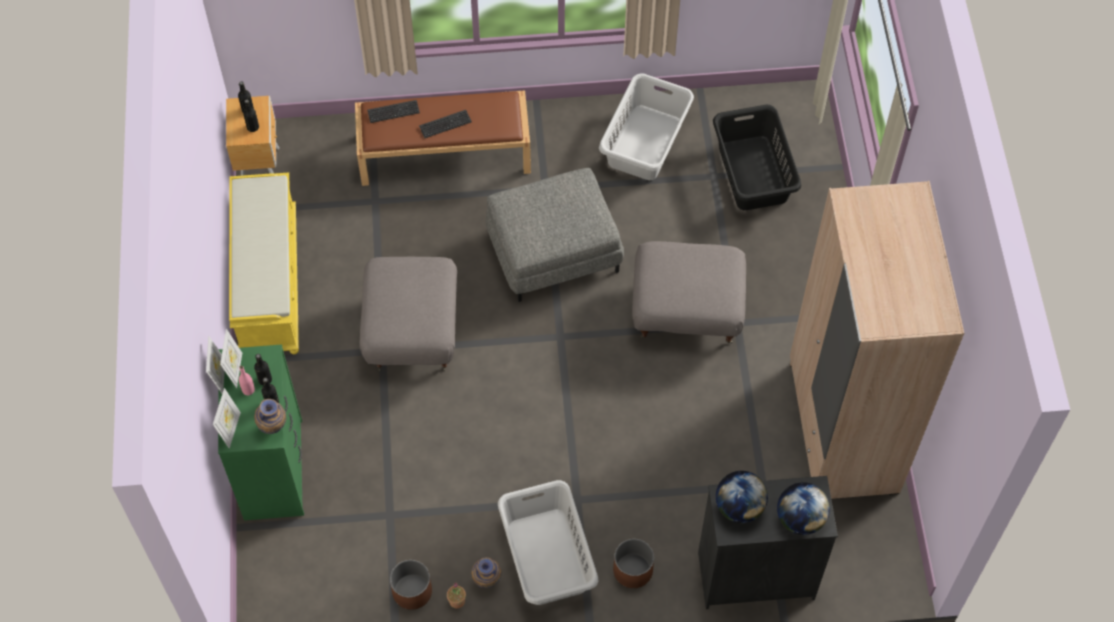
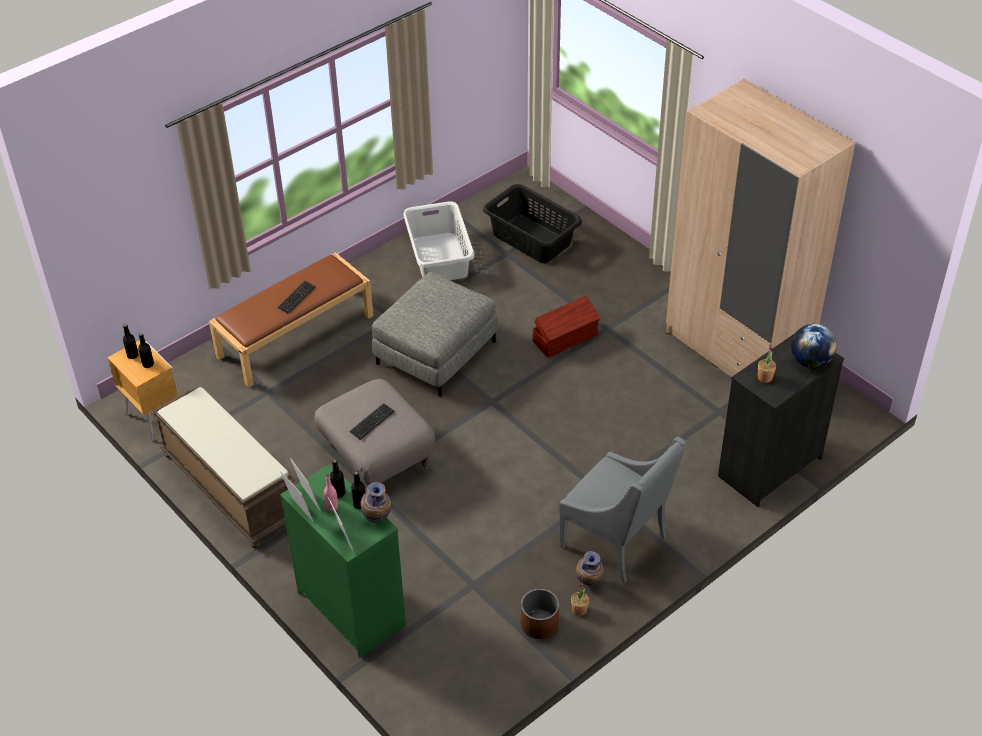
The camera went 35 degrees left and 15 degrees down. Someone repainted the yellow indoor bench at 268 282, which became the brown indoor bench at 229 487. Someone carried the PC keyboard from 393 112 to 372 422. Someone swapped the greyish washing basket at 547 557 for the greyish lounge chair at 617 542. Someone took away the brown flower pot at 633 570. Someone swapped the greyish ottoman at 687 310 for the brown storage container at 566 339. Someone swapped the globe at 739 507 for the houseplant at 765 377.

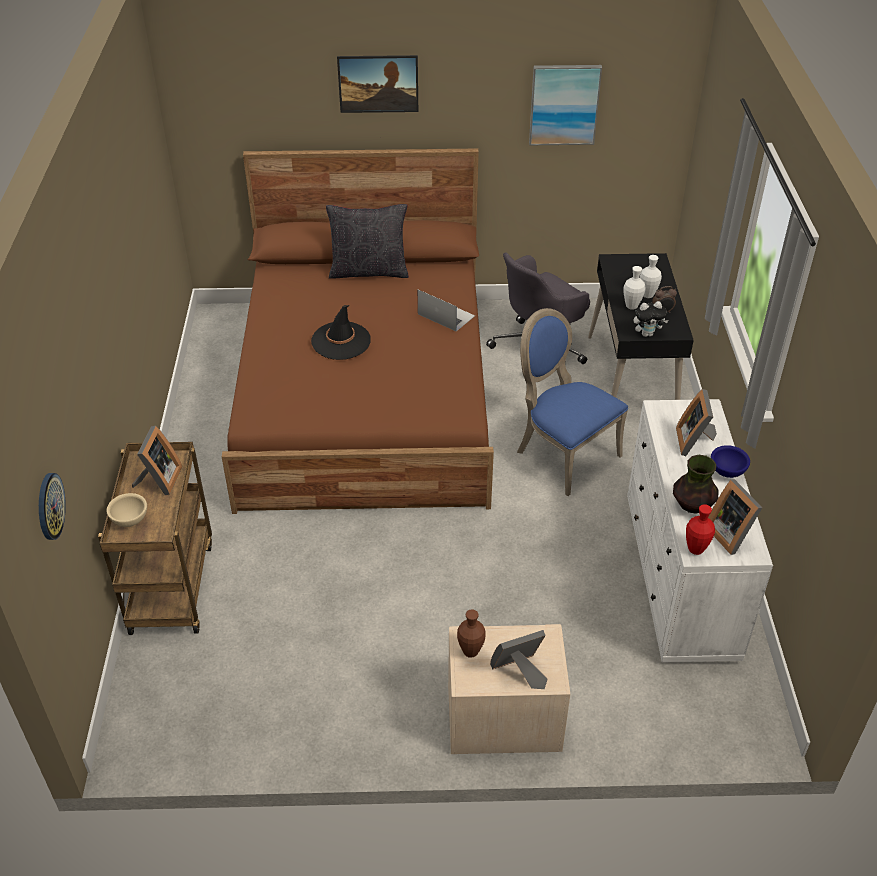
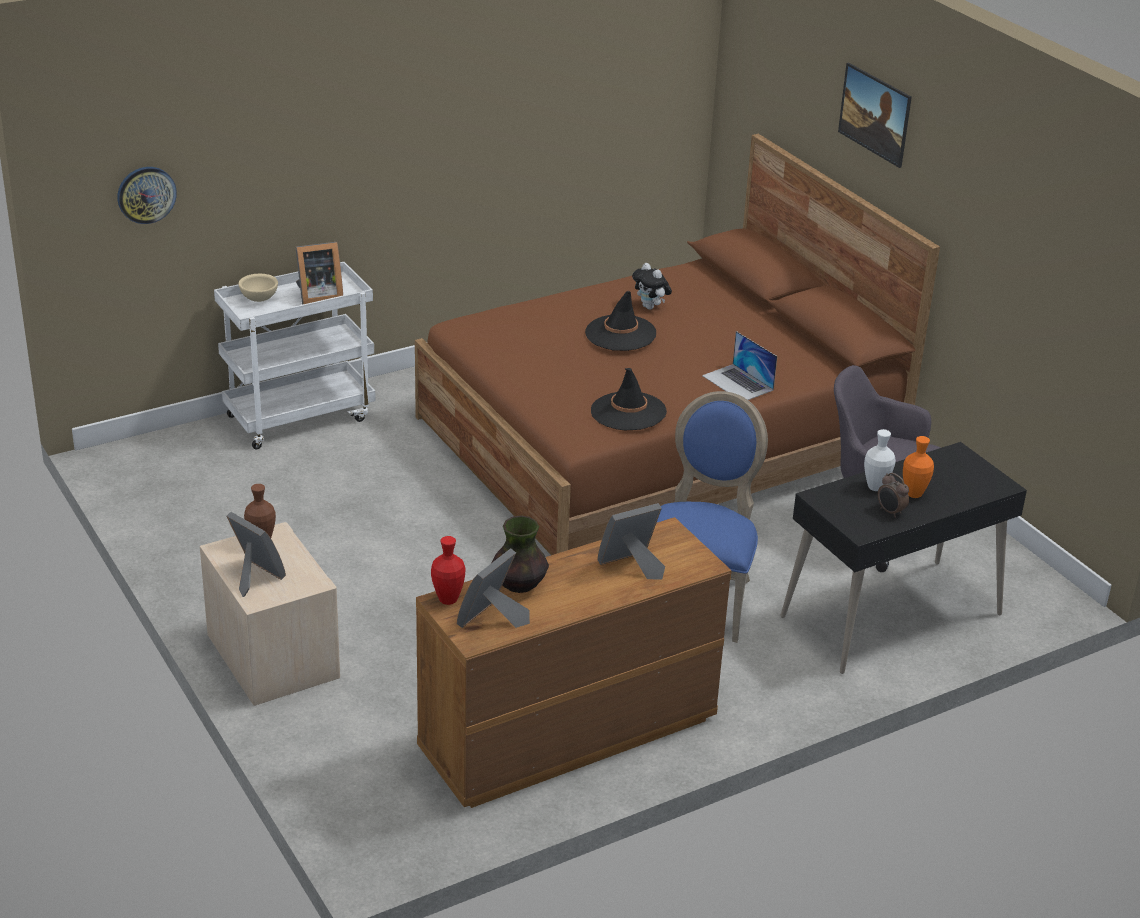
The camera went 60 degrees right and 10 degrees down. Someone repainted the brown wheeled cart at 171 585, which became the white wheeled cart at 300 416. Someone took away the blackish cushion at 369 271. Someone rotated the notebook computer at 446 315 by 135 degrees clockwise. Someone took away the wall picture at 564 104. Someone repainted the white chest of drawers at 680 577, which became the brown chest of drawers at 566 735. Someone carried the cuddly toy from 647 334 to 650 307. Someone repainted the white vase at 647 295, which became the orange-coloured vase at 914 494. Someone took away the bluish deep dish at 726 471. Someone put down the blackish hat at 628 412.

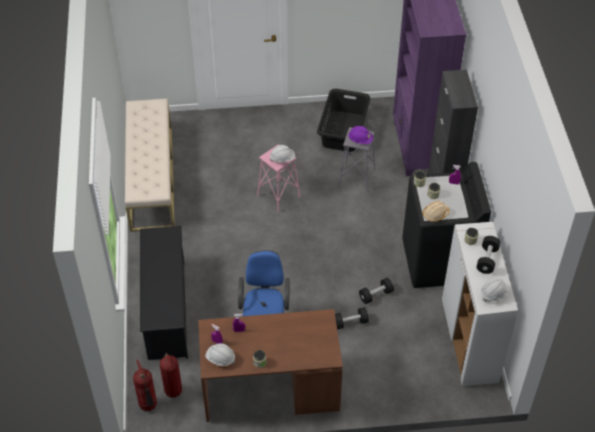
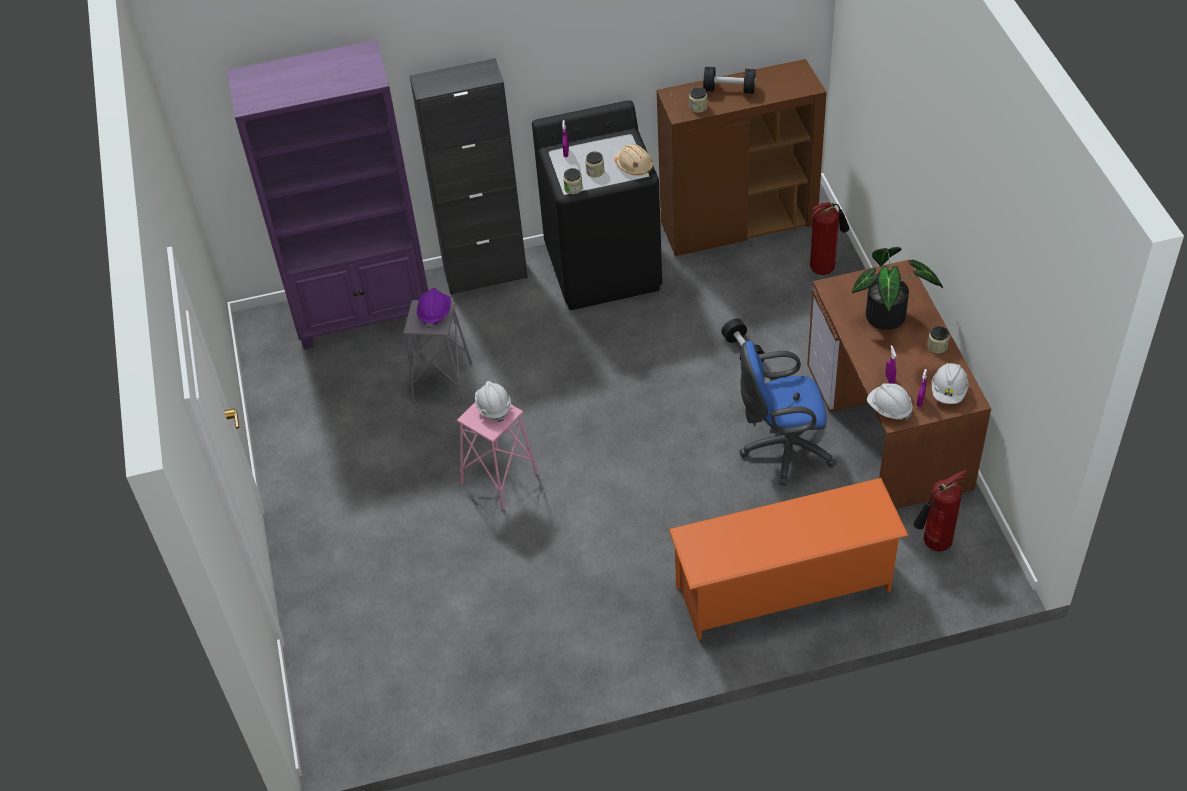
The camera went 95 degrees left and 0 degrees up. Someone took away the beige indoor bench at 151 177. Someone carried the fire extinguisher from 149 407 to 824 267. Someone repainted the blackish shoe shelf at 166 310, which became the orange-coloured shoe shelf at 784 588. Someone took away the blackish washing basket at 343 131. Someone took away the blackish free weight at 376 295. Someone repainted the white cupboard at 469 341, which became the brown cupboard at 739 225. Someone carried the white hard hat from 493 294 to 889 409. Someone put down the houseplant at 890 318.

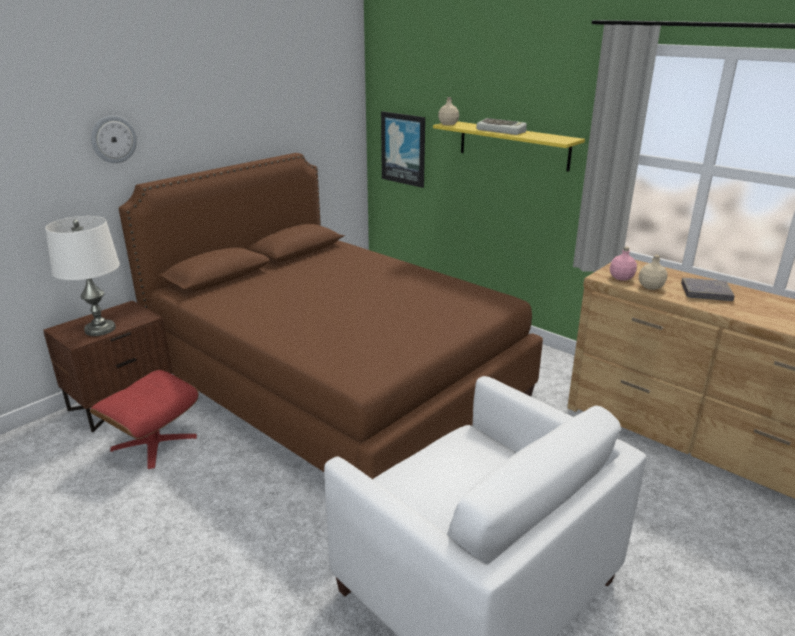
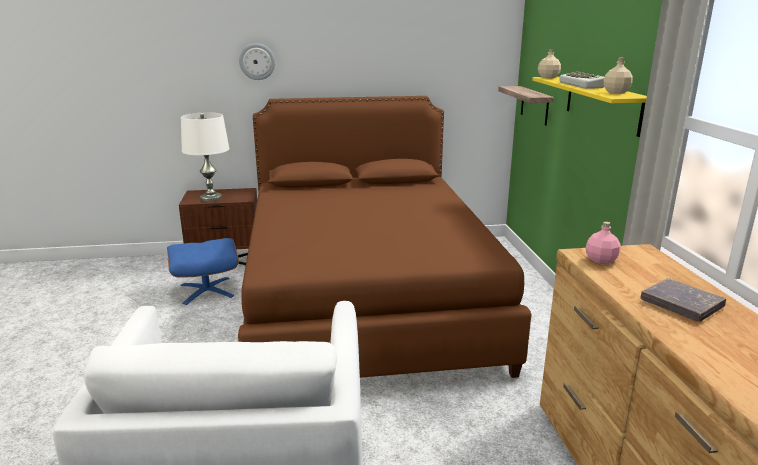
The camera went 40 degrees right and 5 degrees down. Someone repainted the red-coloured ottoman at 154 442, which became the bluish ottoman at 207 290. Someone swapped the wall picture at 403 149 for the shelf at 534 105. Someone carried the beige bottle from 650 286 to 616 92.

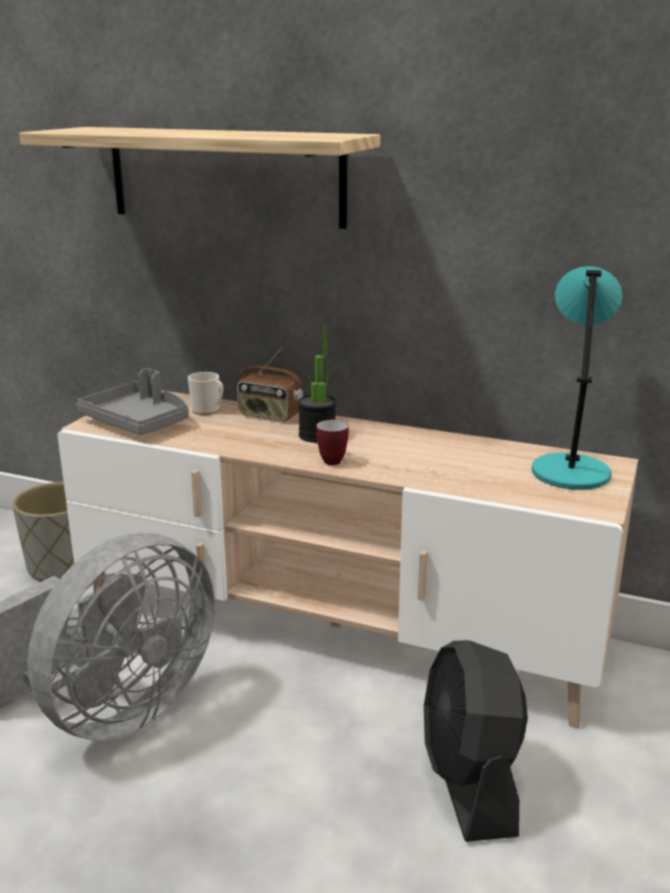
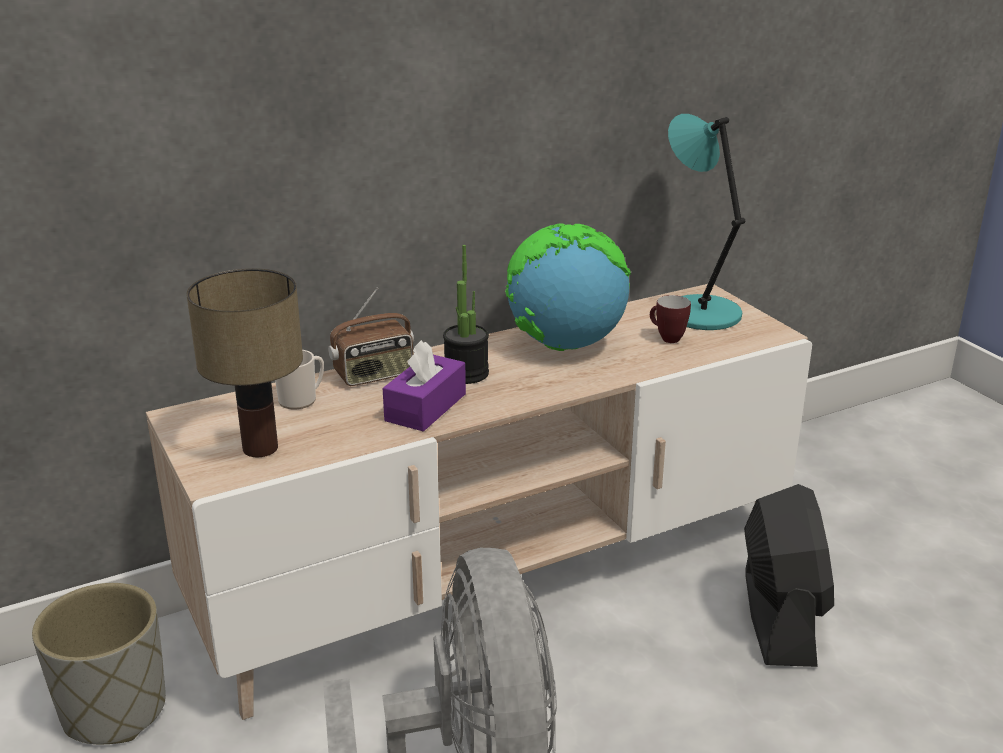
The camera went 50 degrees left and 5 degrees up. Someone took away the shelf at 225 176. Someone swapped the greyish tray at 138 422 for the lamp for a table at 262 447. Someone carried the coffee mug from 332 460 to 666 338. Someone rotated the blackish cooling fan at 470 782 by 120 degrees counterclockwise. Someone put down the purple-coloured tissue holder at 425 407. Someone put down the globe at 564 345.

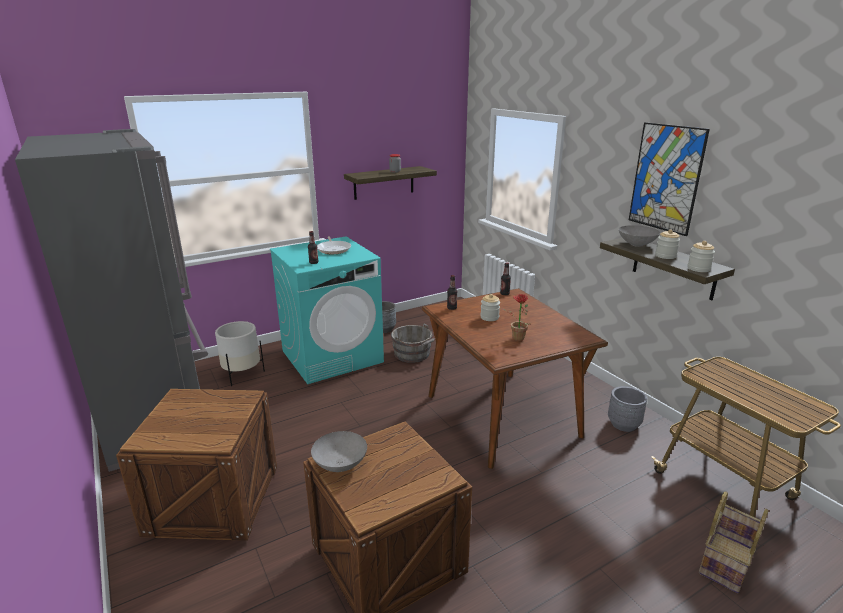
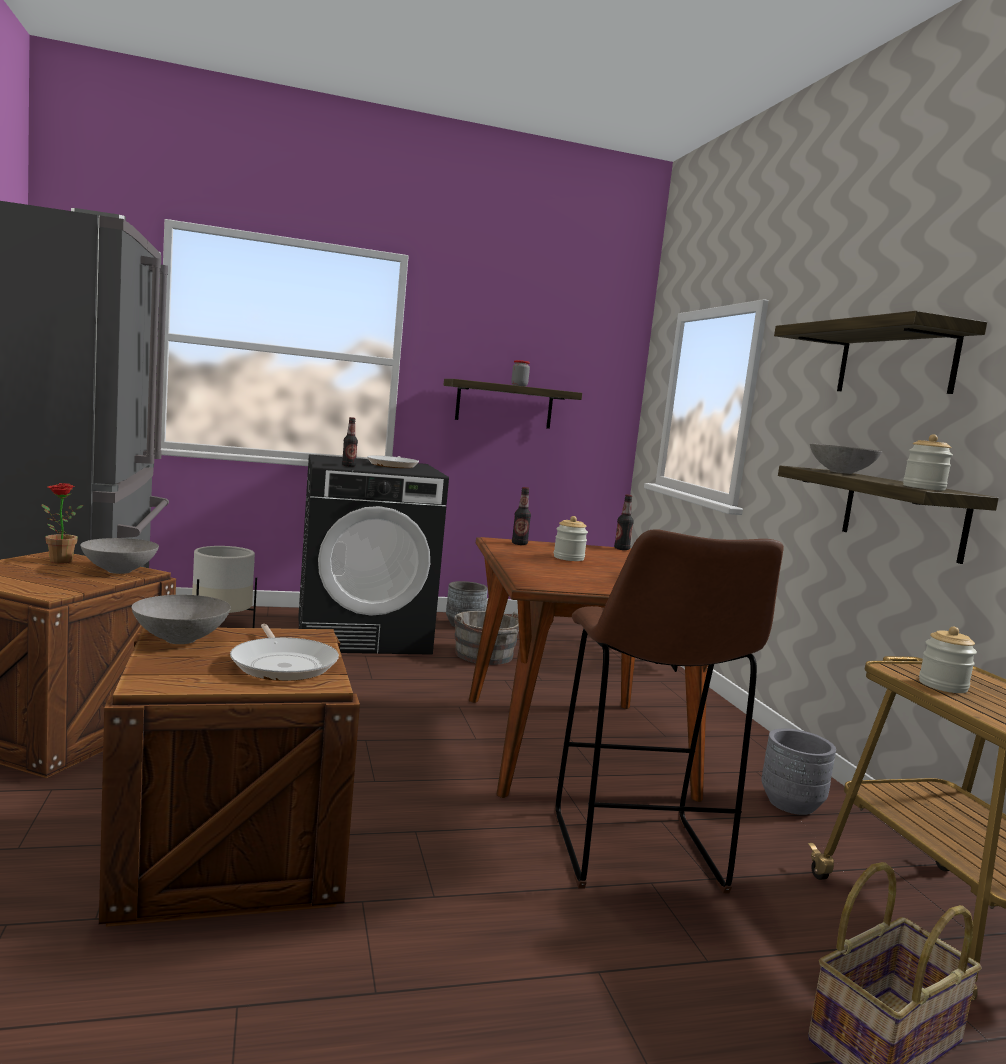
The camera went 15 degrees right and 15 degrees down. Someone repainted the blue-green laundry appliance at 332 356, which became the blackish laundry appliance at 363 635. Someone carried the houseplant from 515 338 to 57 560. Someone swapped the wall picture at 666 178 for the shelf at 895 360. Someone carried the jar from 665 256 to 943 686. Someone put down the greyish deep dish at 120 571. Someone put down the pan at 283 664. Someone put down the brown stool at 637 855.

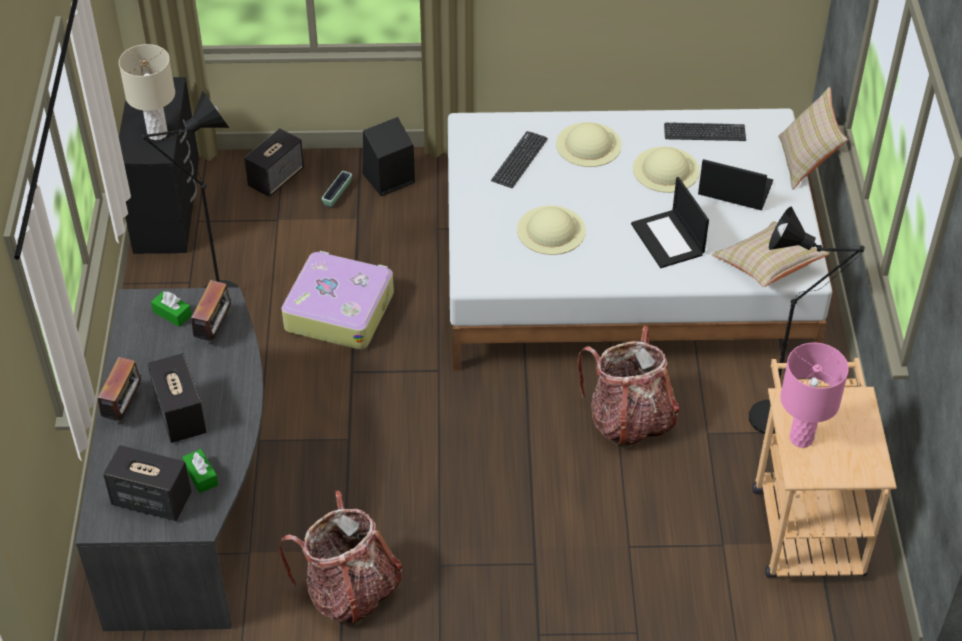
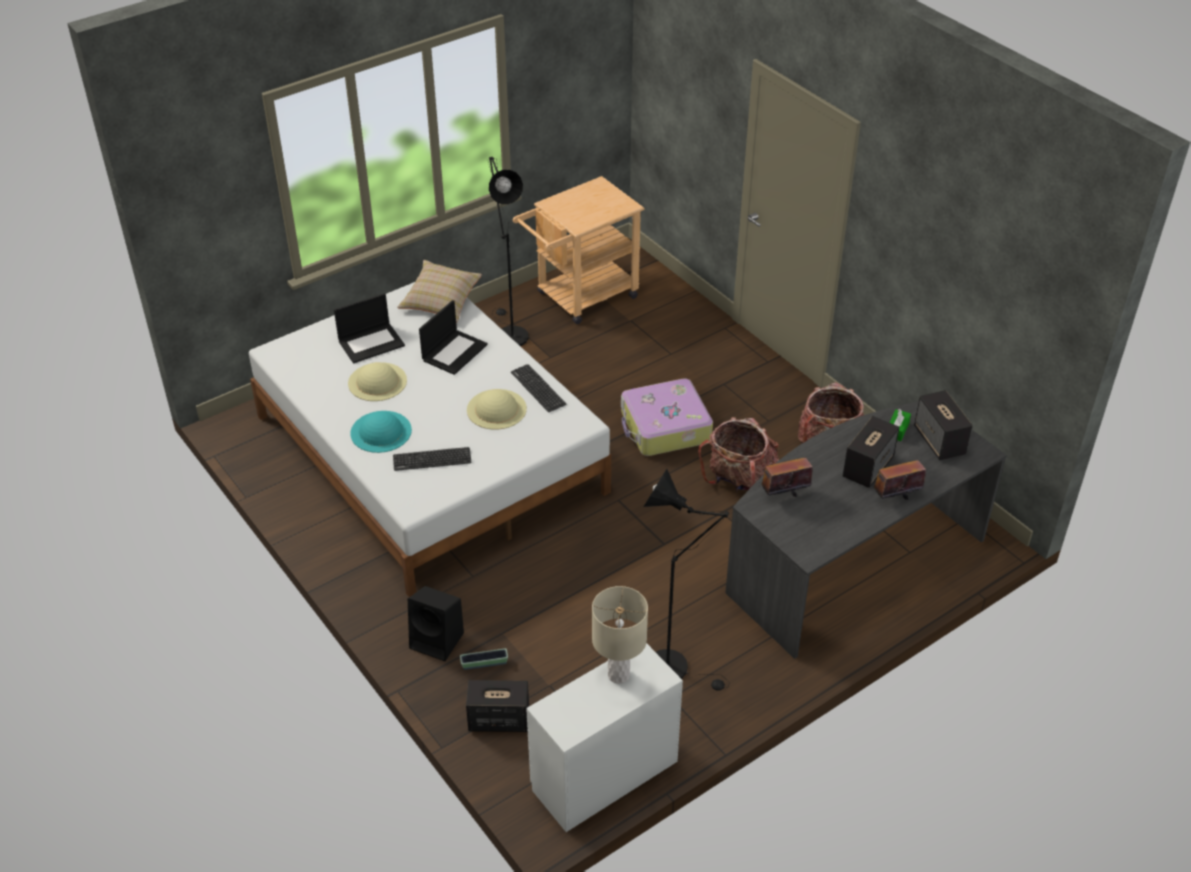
The camera went 125 degrees left and 5 degrees down. Someone repainted the blackish chest of drawers at 168 208, which became the white chest of drawers at 603 774. Someone took away the green tissue holder at 172 314. Someone carried the suitcase from 339 310 to 665 428. Someone repainted the beige hat at 588 144, which became the blue-green hat at 381 431. Someone carried the backpack from 629 420 to 740 483. Someone carried the PC keyboard from 704 132 to 538 388. Someone rotated the notebook computer at 734 189 by 105 degrees counterclockwise. Someone took away the beige cushion at 806 162. Someone took away the pink-coloured lamp for a table at 801 438.

